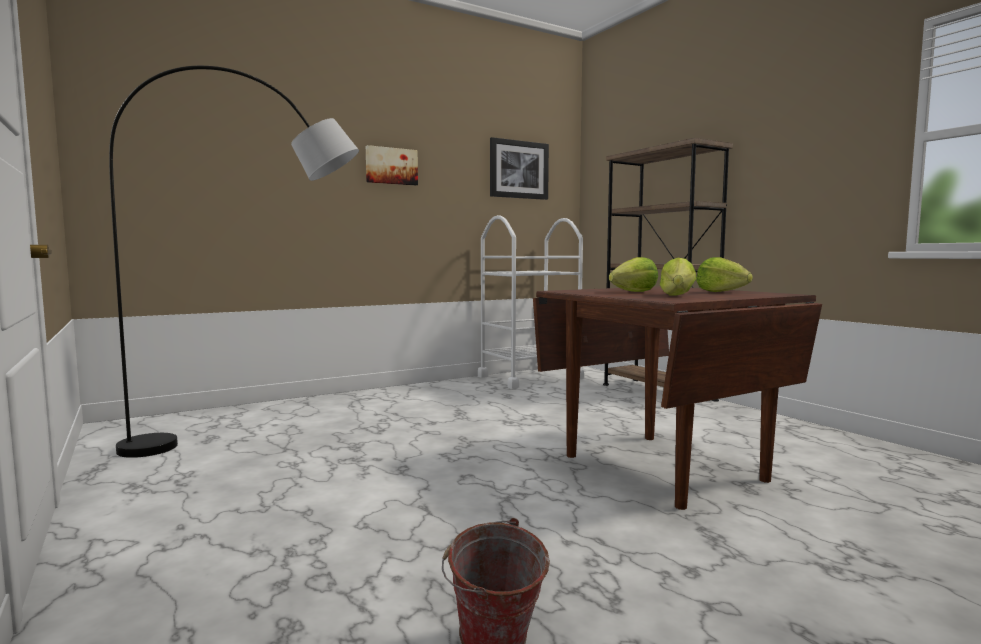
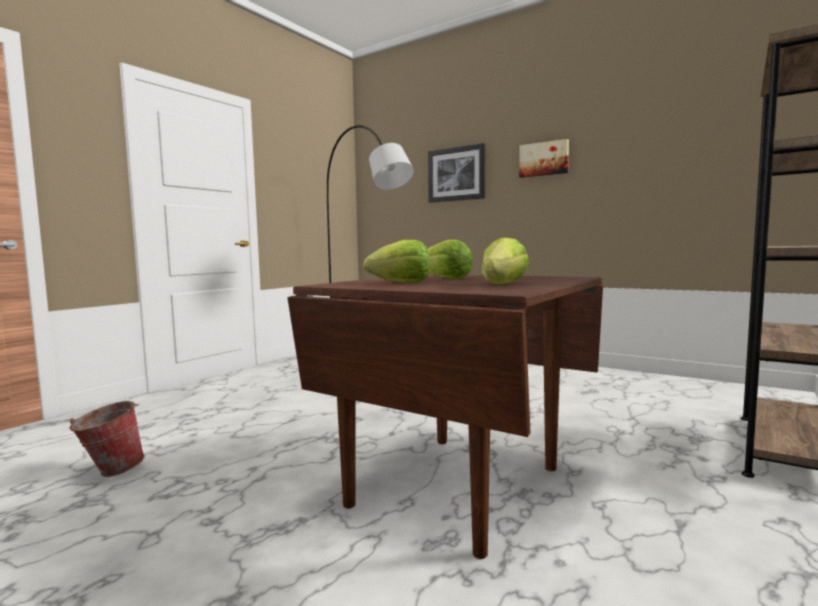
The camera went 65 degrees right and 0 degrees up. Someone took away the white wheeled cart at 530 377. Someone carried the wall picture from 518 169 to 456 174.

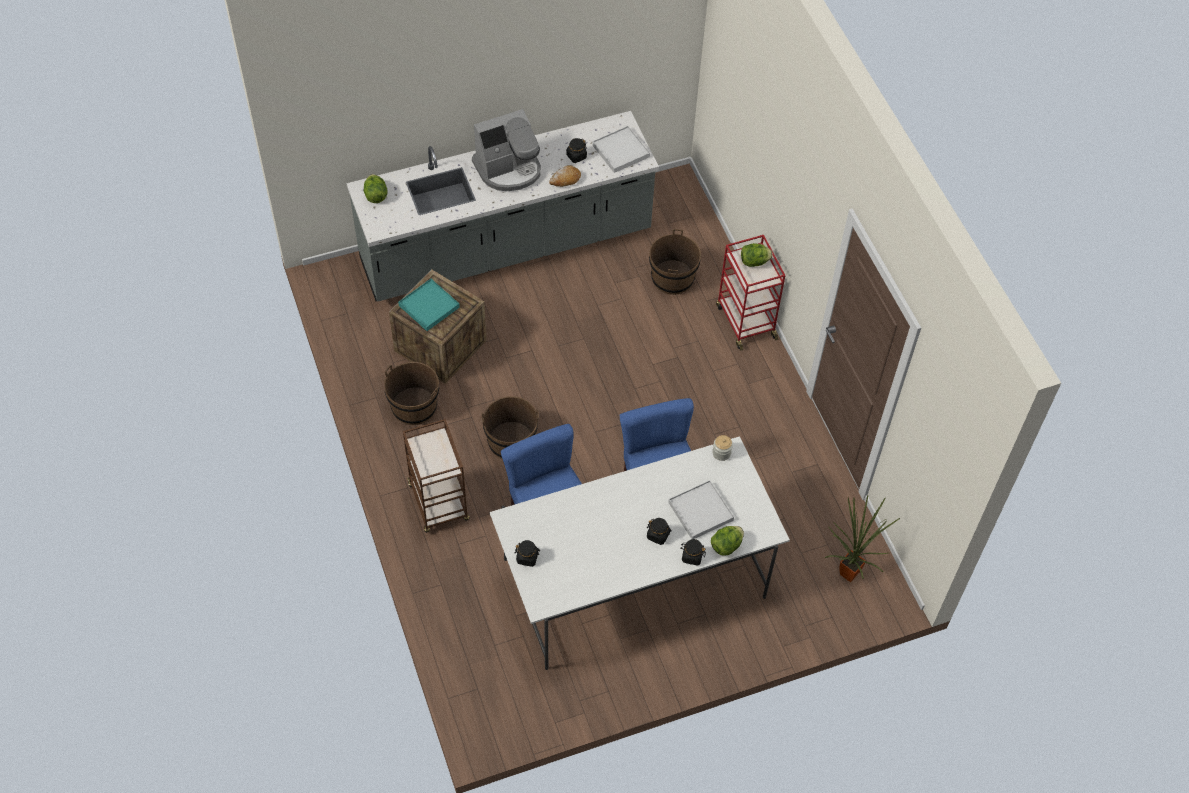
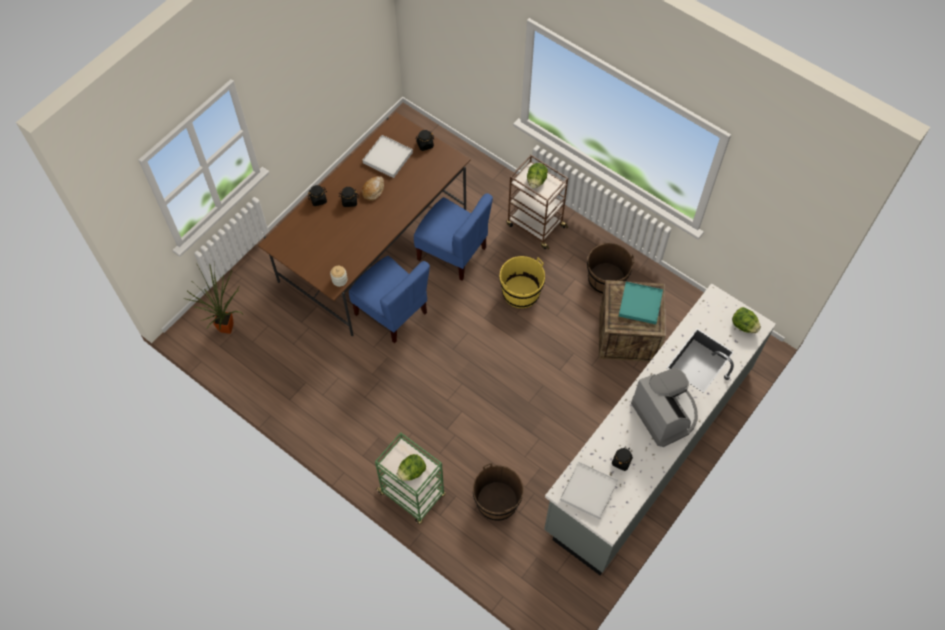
The camera went 150 degrees right and 5 degrees up. Someone rotated the coffee maker at 509 169 by 120 degrees clockwise. Someone repainted the brown pail at 511 441, which became the yellow pail at 521 292. Someone repainted the white dinner table at 634 578, which became the brown dinner table at 373 247. Someone carried the baked bread from 565 180 to 373 190. Someone carried the white tray from 700 511 to 388 157. Someone carried the lettuce head from 726 545 to 536 181. Someone repainted the red-coloured wheeled cart at 745 321, which became the green wheeled cart at 412 494.

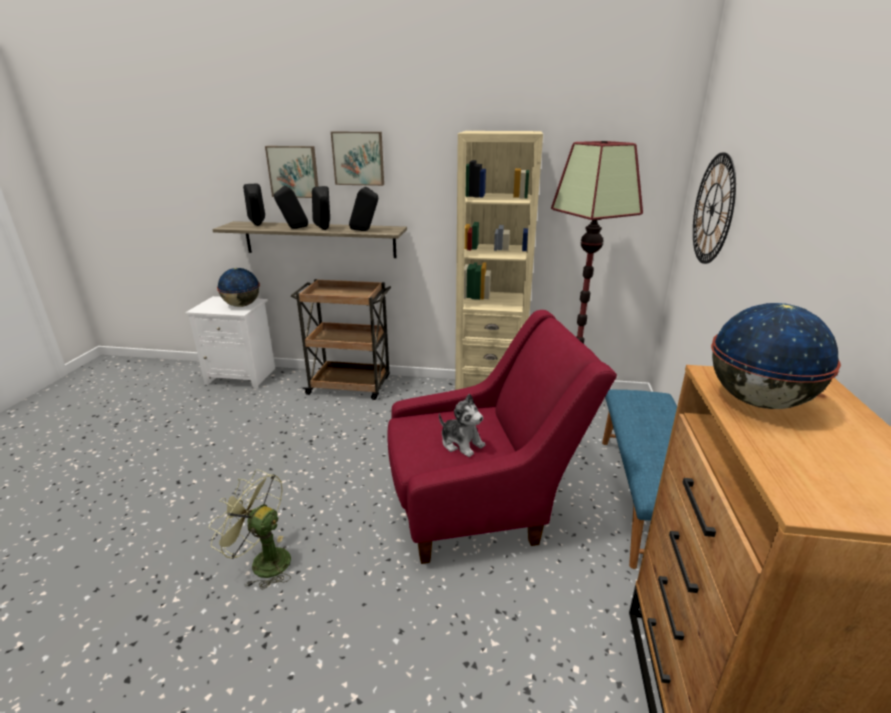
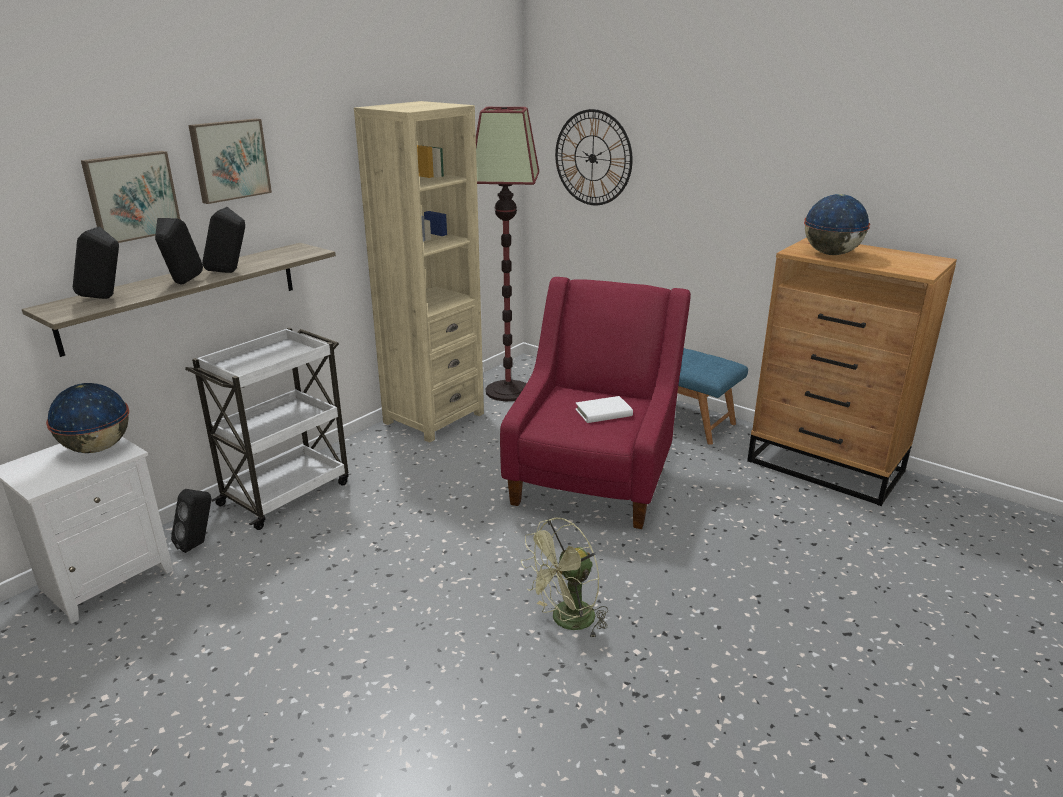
The camera went 60 degrees left and 0 degrees up. Someone repainted the brown wheeled cart at 351 386, which became the white wheeled cart at 287 492. Someone carried the blackish audio speaker from 365 231 to 198 544. Someone swapped the cuddly toy at 461 443 for the white bound book at 603 413.

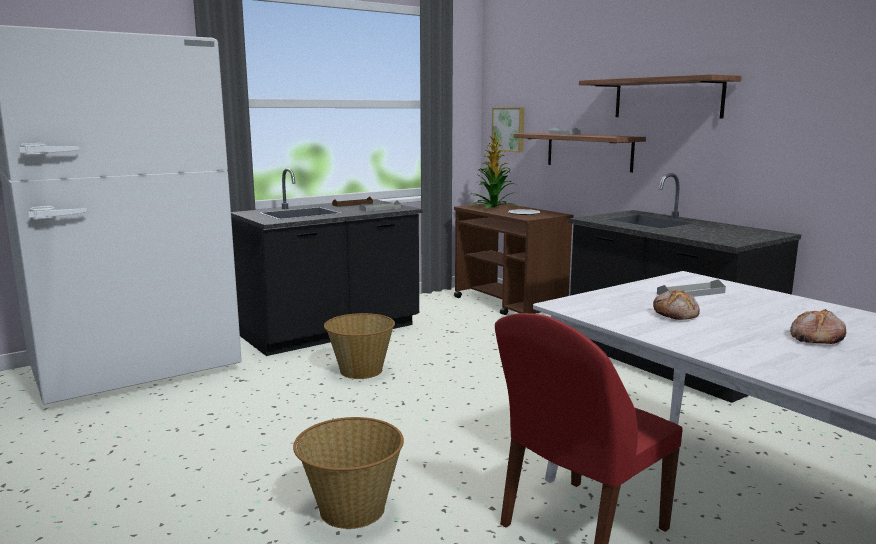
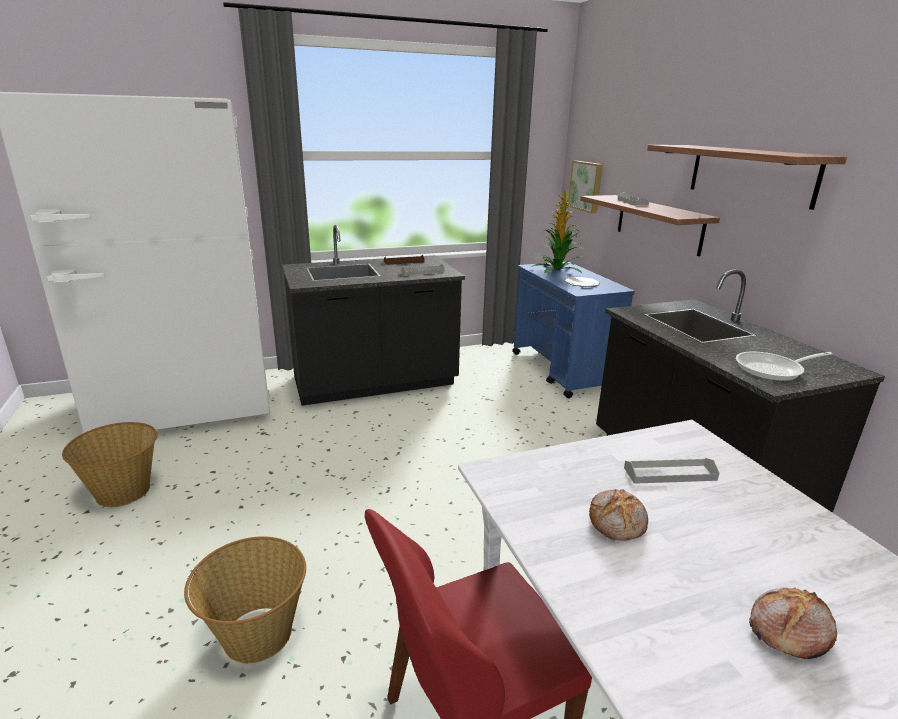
The camera went 15 degrees right and 10 degrees up. Someone carried the storage basket from 361 370 to 123 491. Someone repainted the brown wheeled cart at 509 305, which became the bluish wheeled cart at 562 371. Someone put down the pan at 773 370.

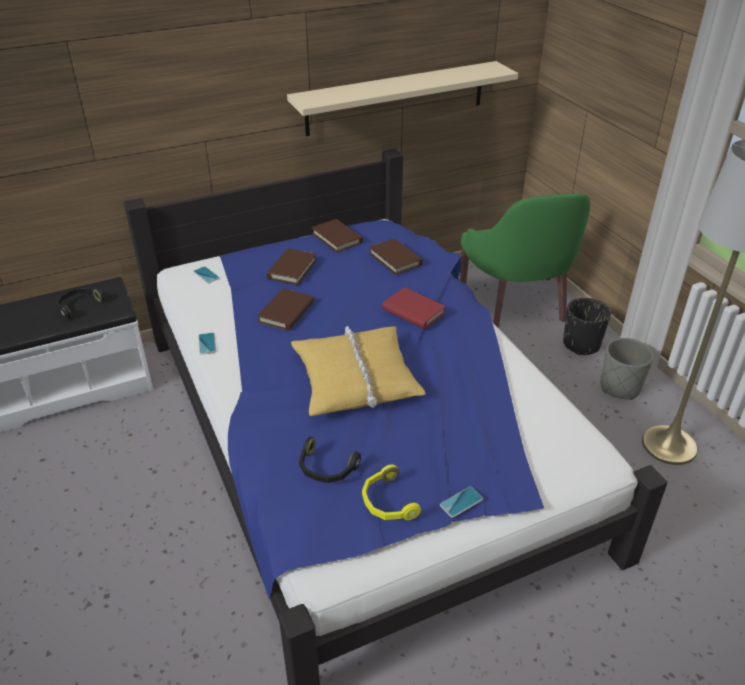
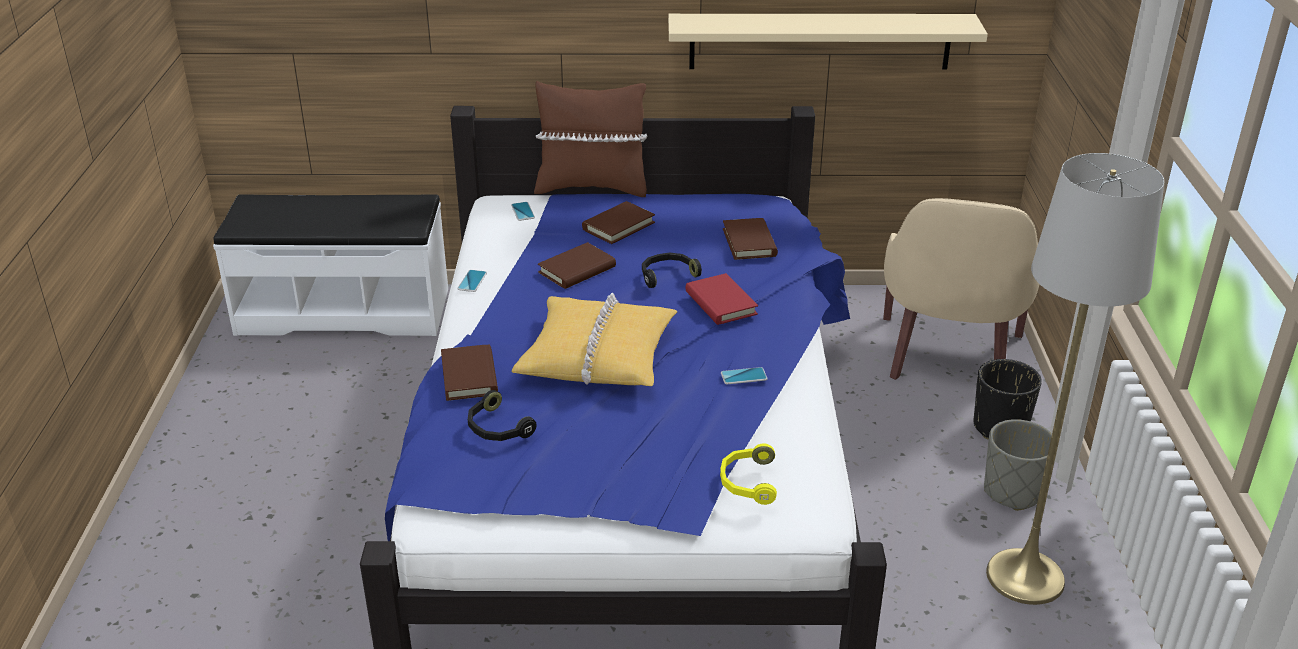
The camera went 25 degrees right and 5 degrees down. Someone carried the blackish headset from 78 305 to 667 275. Someone carried the brown bound book from 337 238 to 469 376. Someone carried the yellow headset from 387 502 to 747 482. Someone carried the handset from 461 502 to 743 376. Someone repainted the green lounge chair at 517 304, which became the beige lounge chair at 948 356. Someone put down the brown cushion at 591 187.

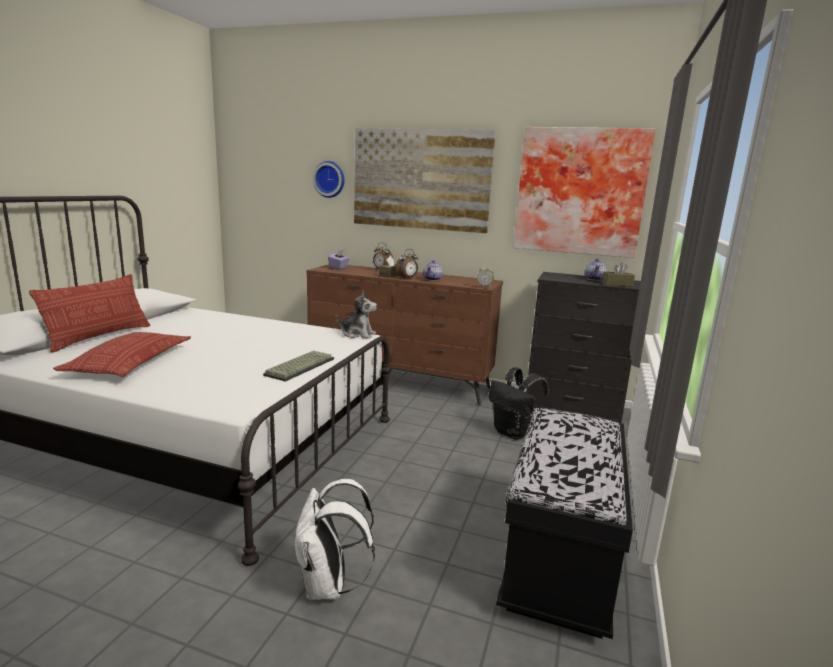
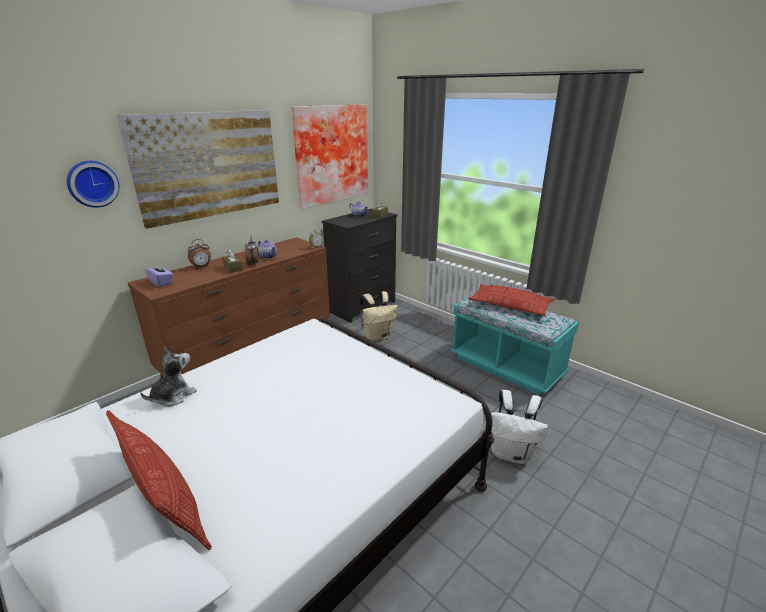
The camera went 65 degrees left and 10 degrees up. Someone carried the cushion from 130 362 to 510 305. Someone took away the PC keyboard at 300 366. Someone carried the cuddly toy from 357 334 to 173 396. Someone repainted the blackish backpack at 514 433, which became the beige backpack at 377 336. Someone repainted the blackish indoor bench at 559 559, which became the blue-green indoor bench at 506 366.

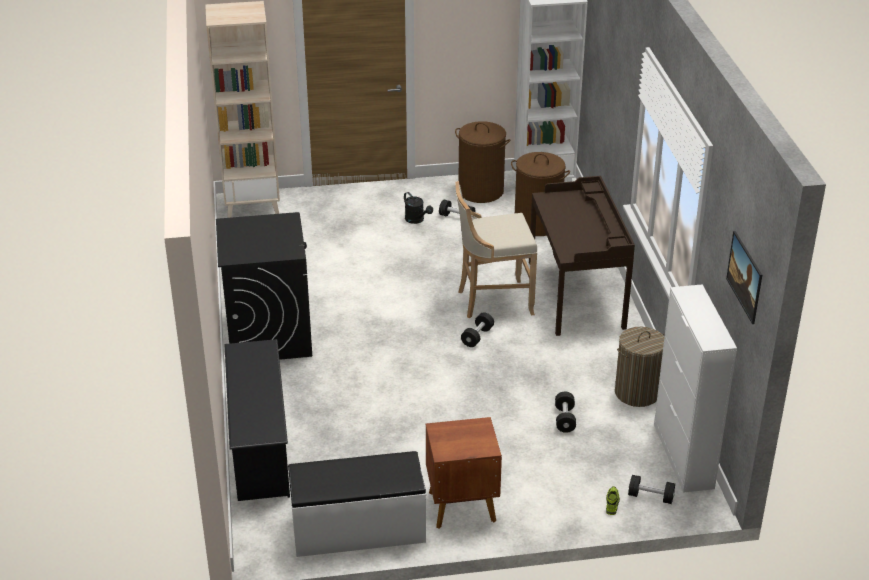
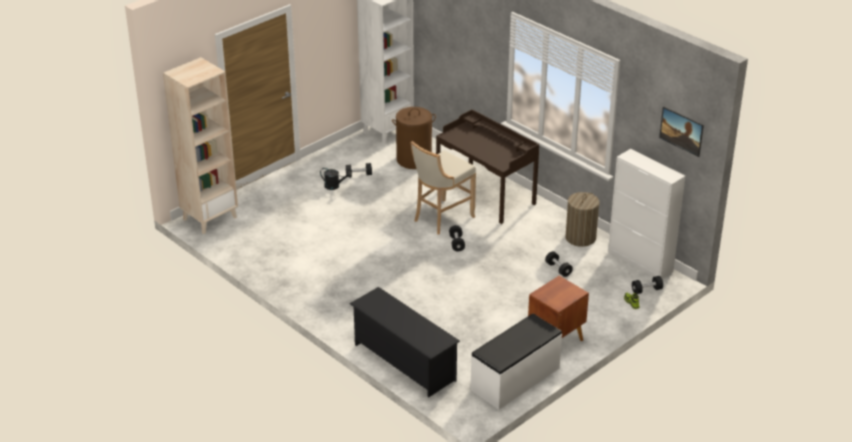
The camera went 35 degrees left and 0 degrees up. Someone took away the blackish laundry appliance at 269 334. Someone took away the brown washing basket at 481 191.

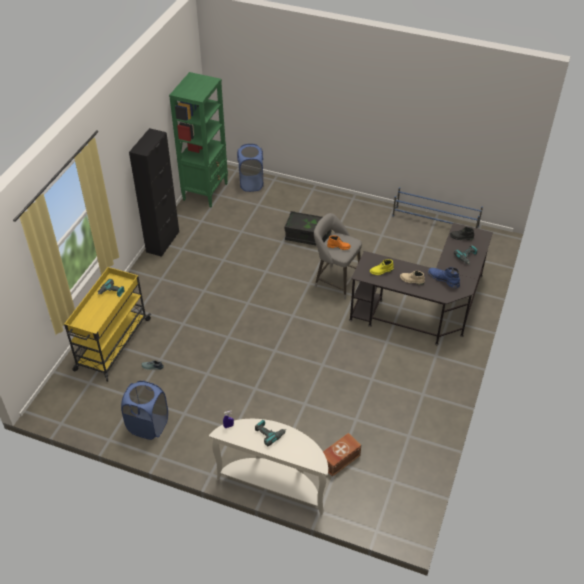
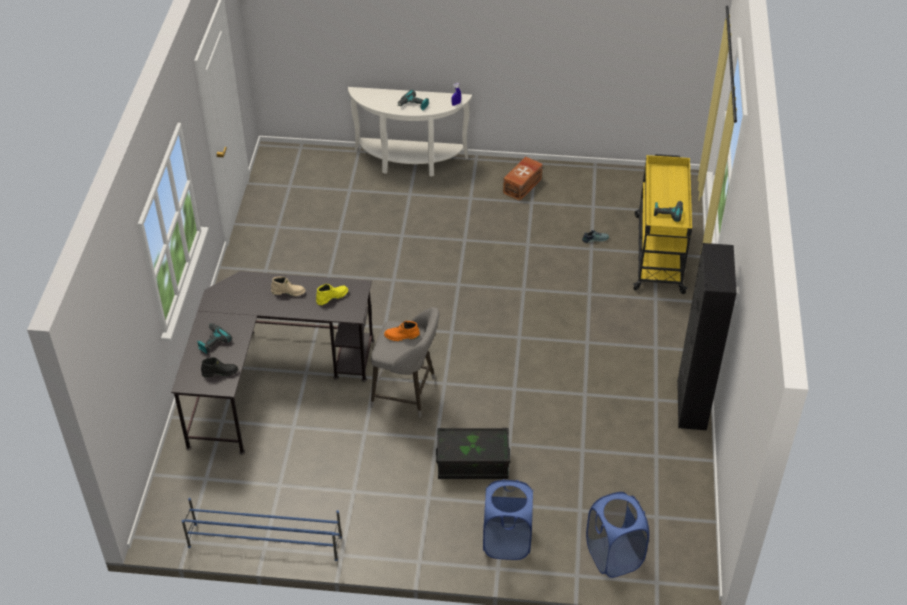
The camera went 165 degrees right and 0 degrees up. Someone carried the bluish washing basket from 148 425 to 506 542. Someone took away the green shelving unit at 205 191. Someone carried the brown storage container from 339 459 to 523 186. Someone took away the bluish boot at 443 279.

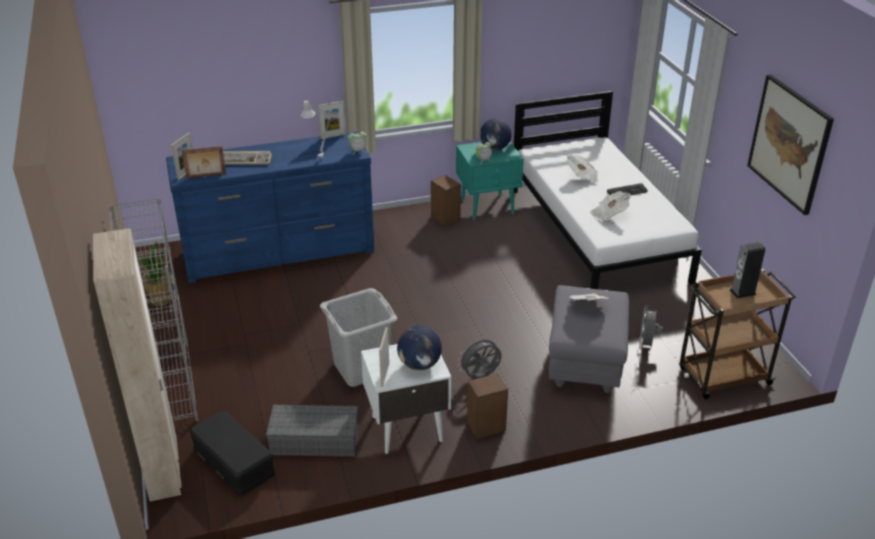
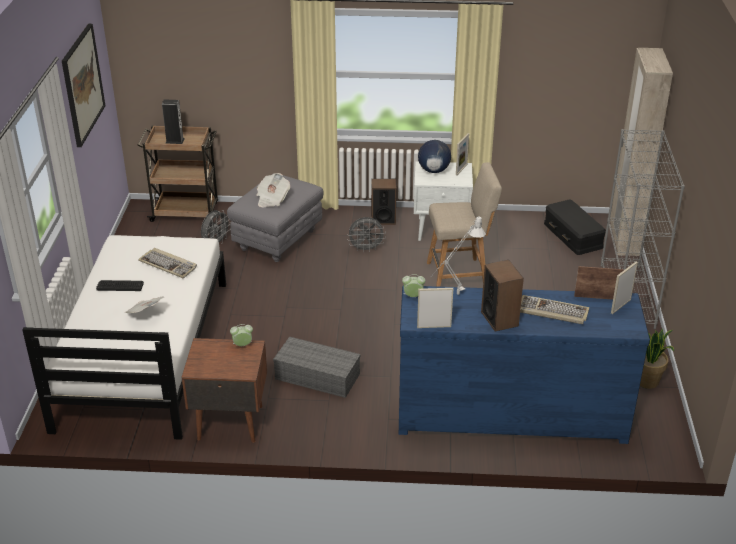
The camera went 160 degrees left and 0 degrees up. Someone carried the greyish storage container from 316 440 to 316 376. Someone swapped the greyish washing basket at 361 368 for the beige plain chair at 460 275. Someone carried the audio speaker from 445 218 to 499 319. Someone repainted the blue-green night table at 488 206, which became the brown night table at 229 422. Someone took away the globe at 495 148. Someone swapped the newspaper at 609 214 for the PC keyboard at 168 265.

